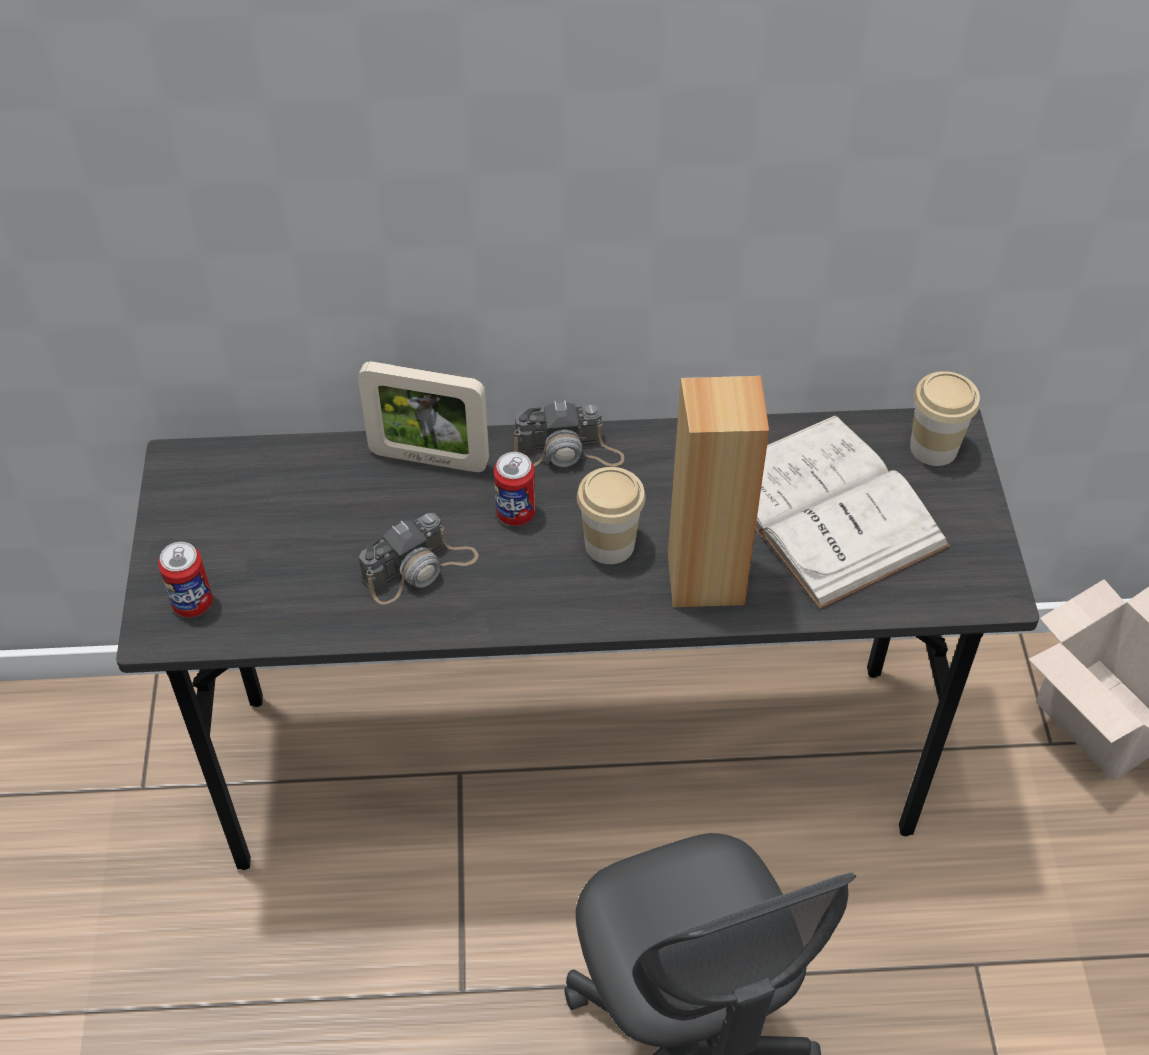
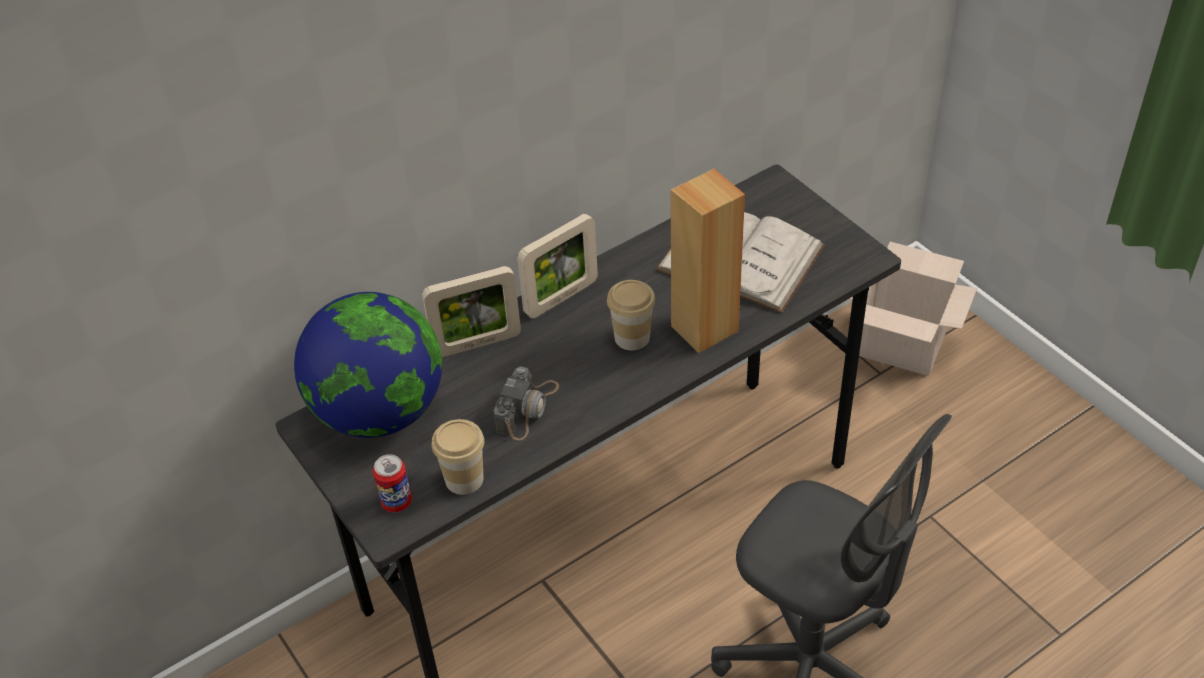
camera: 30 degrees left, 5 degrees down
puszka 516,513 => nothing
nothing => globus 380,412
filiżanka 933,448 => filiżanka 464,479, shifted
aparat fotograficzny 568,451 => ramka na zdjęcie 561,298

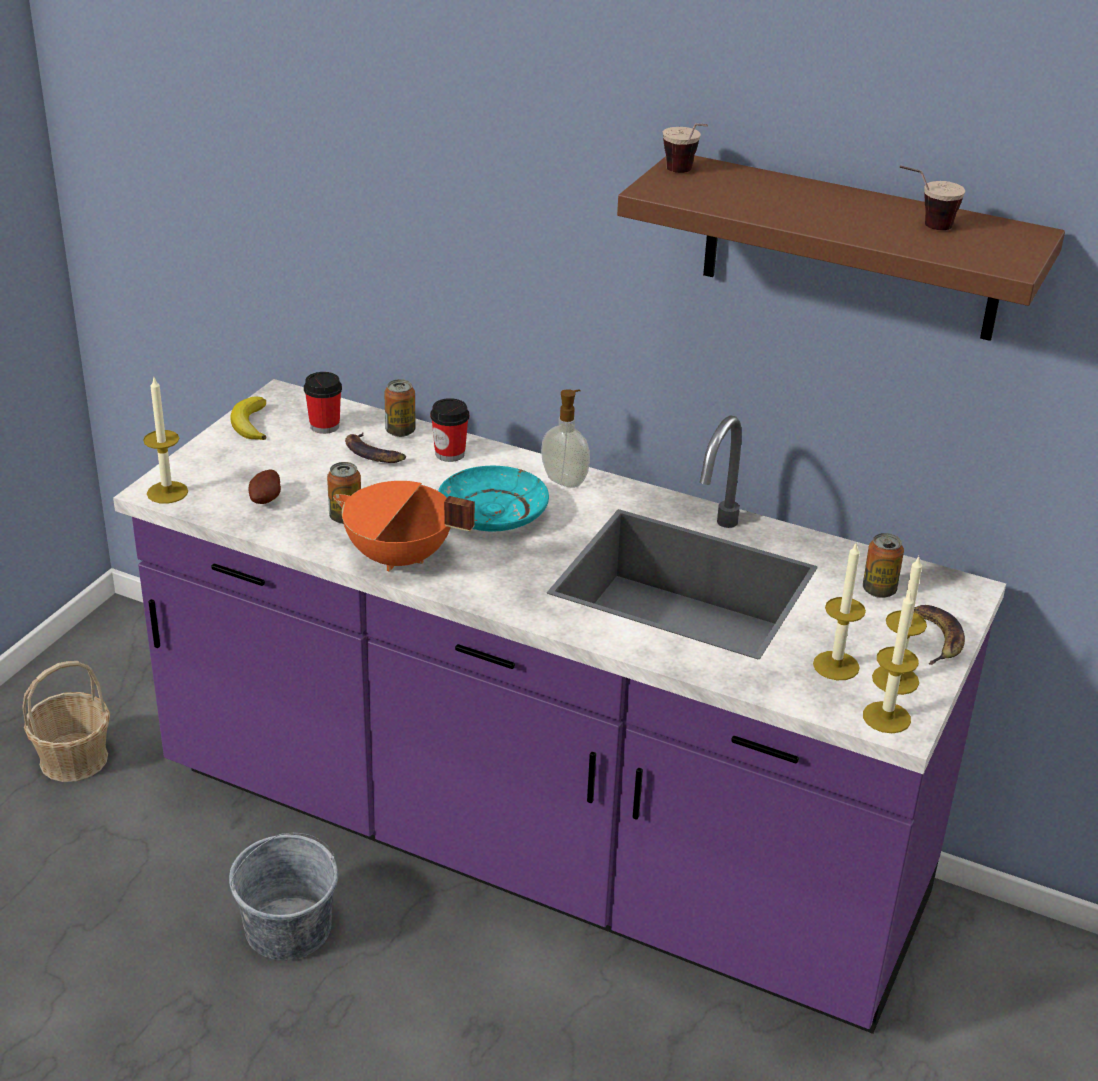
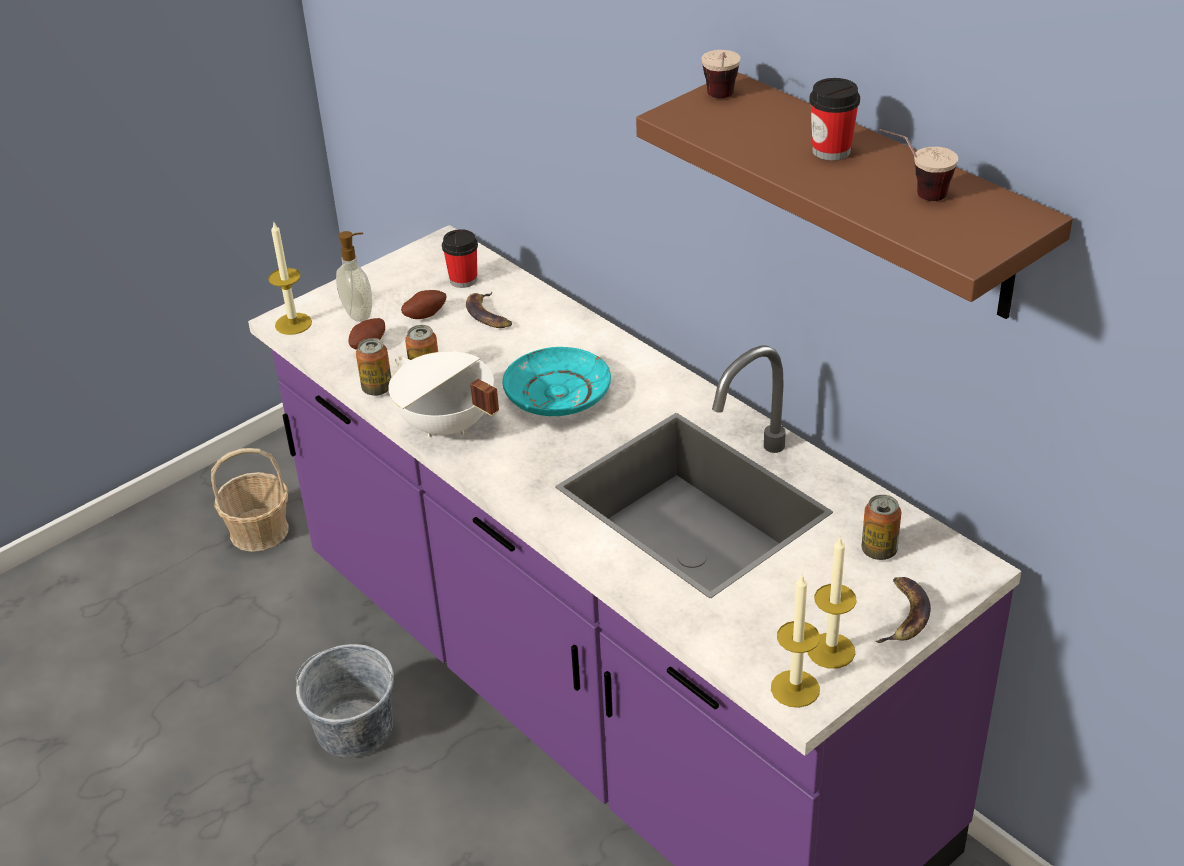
camera: 25 degrees right, 5 degrees up
banan 250,424 => nothing
świeca 836,666 => nothing
nothing => ziemniak 424,314
puszka 400,431 => puszka 377,388, shifted
filiżanka 450,454 => filiżanka 831,151, shifted
dozownik mydła 565,480 => dozownik mydła 359,313, shifted
garnek (pomarańczowy) 398,558 => garnek (biały) 445,426

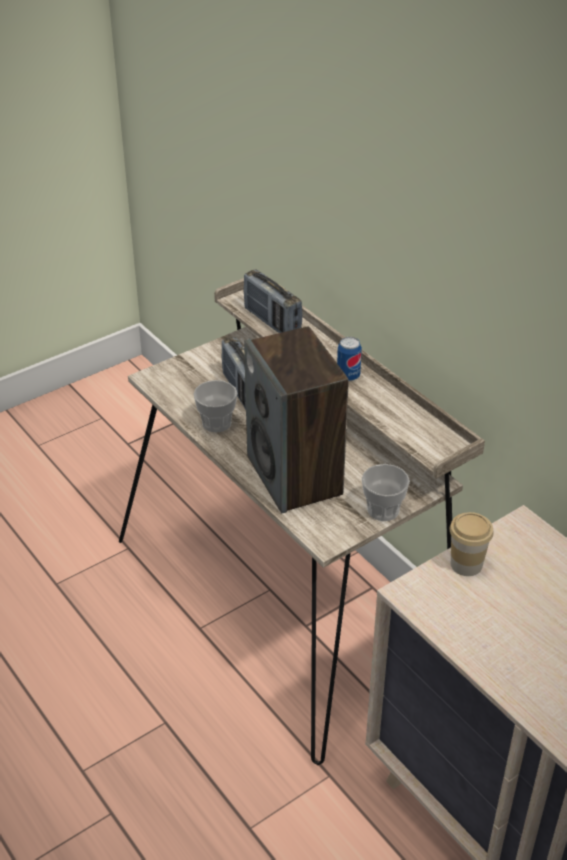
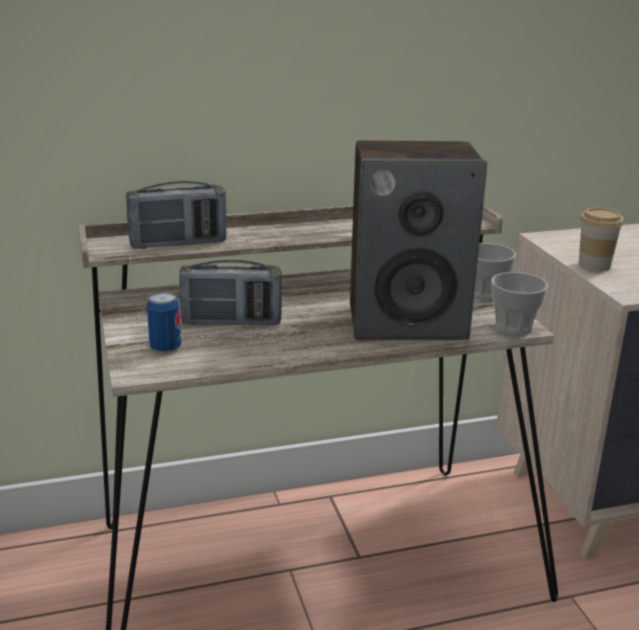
camera: 70 degrees left, 15 degrees down
filiżanka 216,423 => filiżanka 513,327, shifted
puszka 348,376 => puszka 165,348, shifted

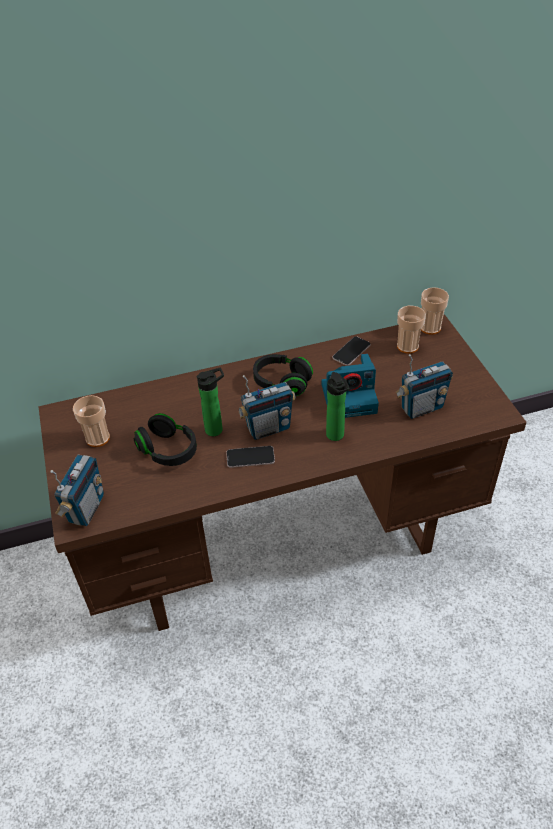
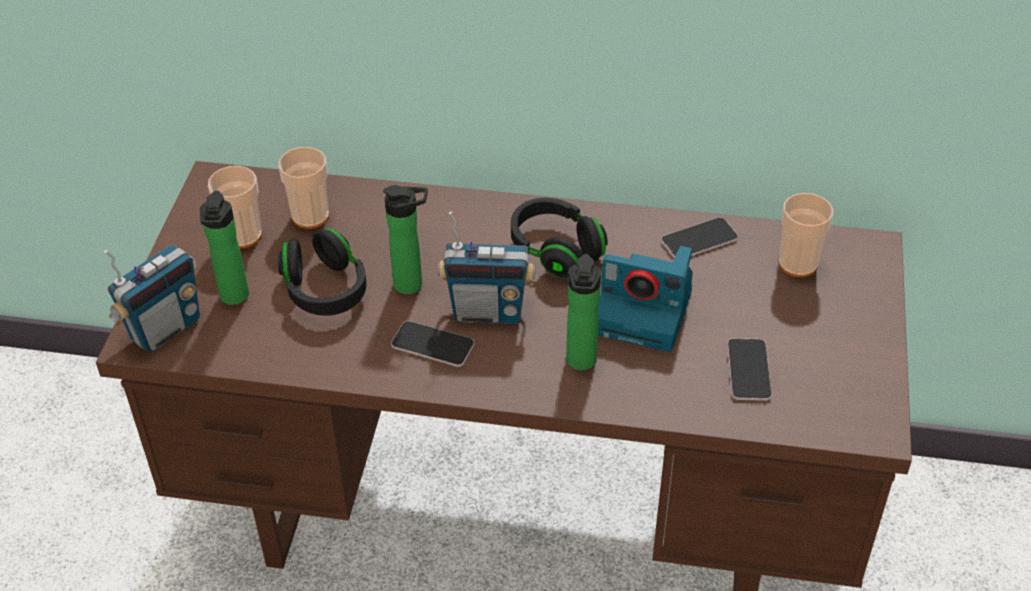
camera: 25 degrees right, 0 degrees up
nothing => butelka 233,298
filiżanka 430,328 => filiżanka 310,216, shifted
radio 421,408 => telefon 748,370

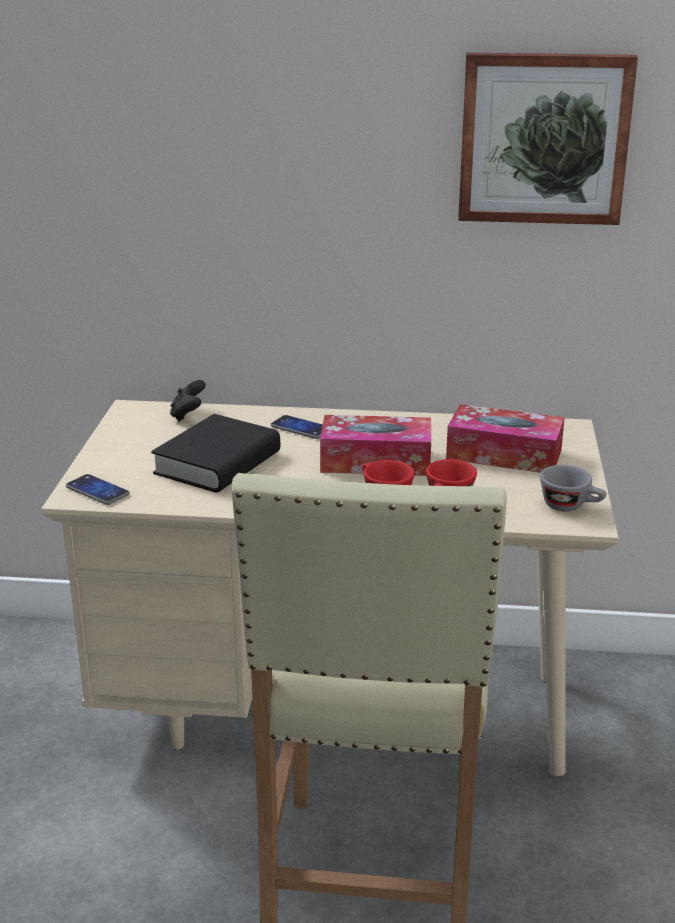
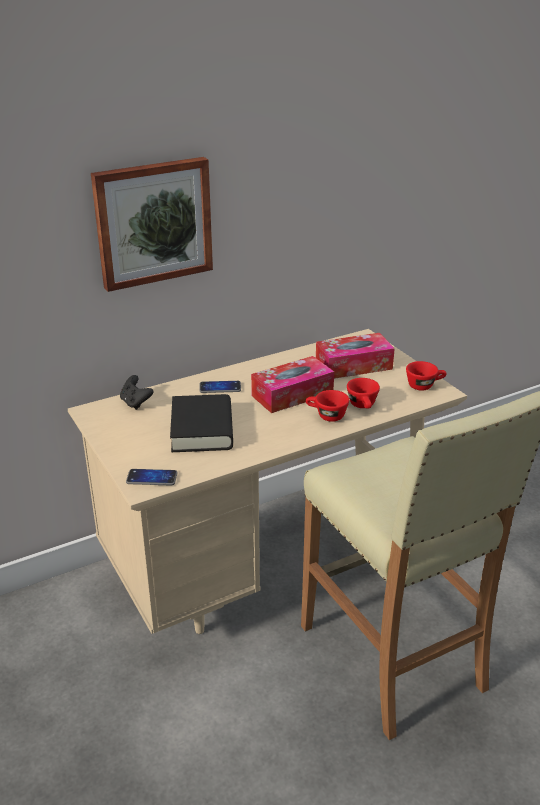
camera: 35 degrees left, 5 degrees up
obraz 543,138 => obraz 153,222, shifted
filiżanka (szary) 571,506 => filiżanka (czerwony) 424,385

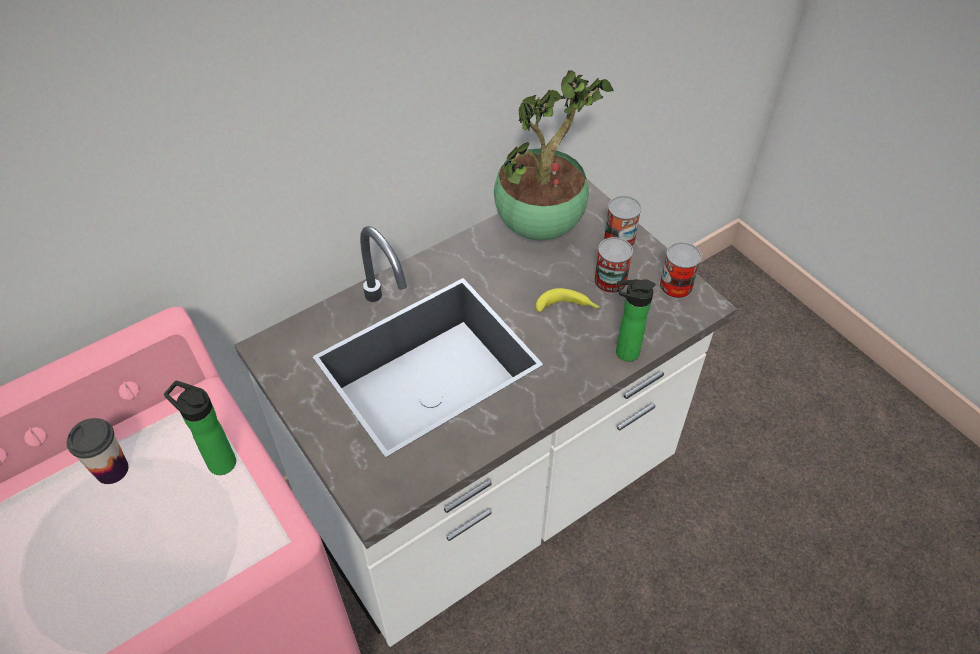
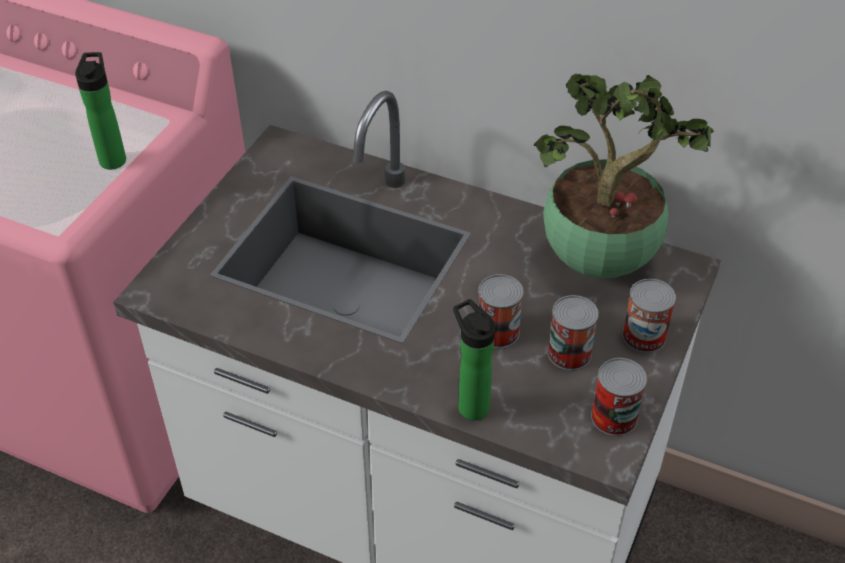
camera: 60 degrees right, 5 degrees down
filiżanka 112,470 => nothing
banan 567,308 => puszka 497,331

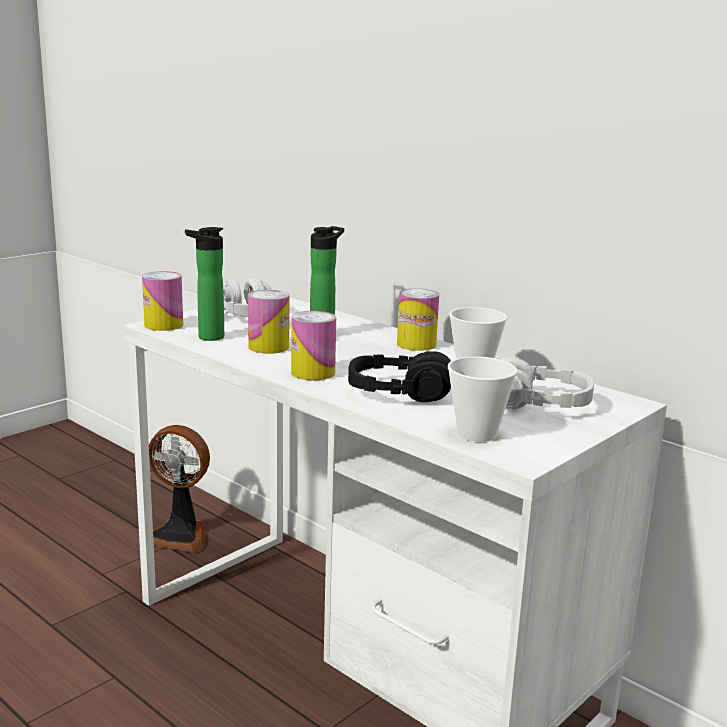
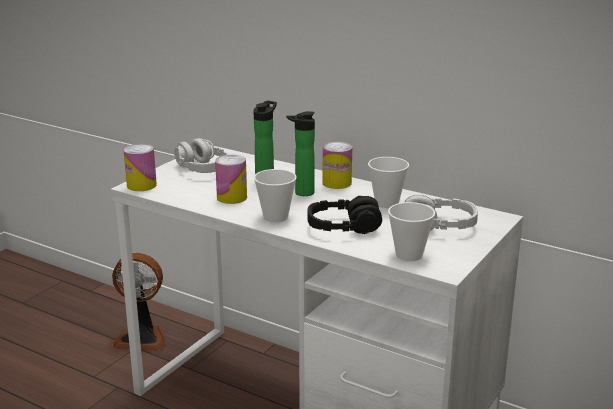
camera: 10 degrees left, 5 degrees up
butelka 207,337 => butelka 301,193, shifted
puszka 313,373 => filiżanka 275,217

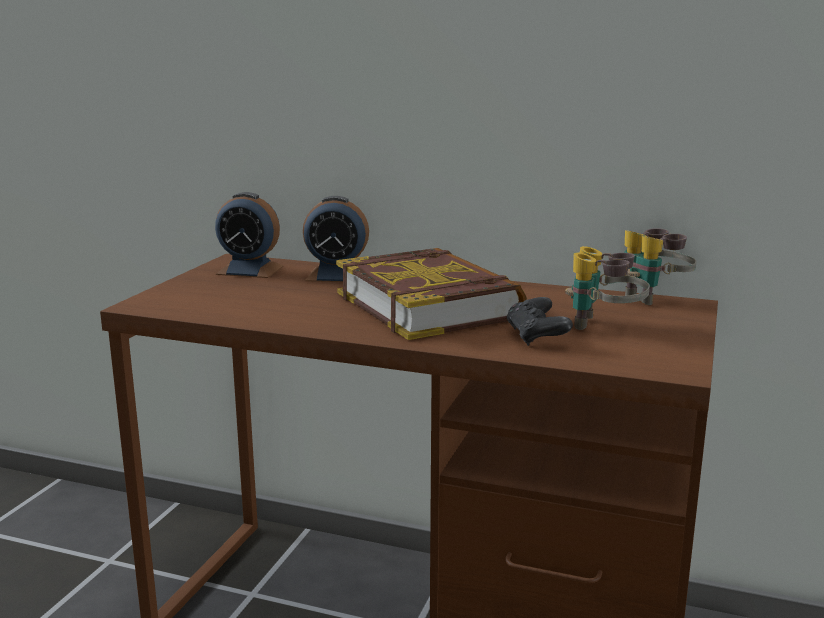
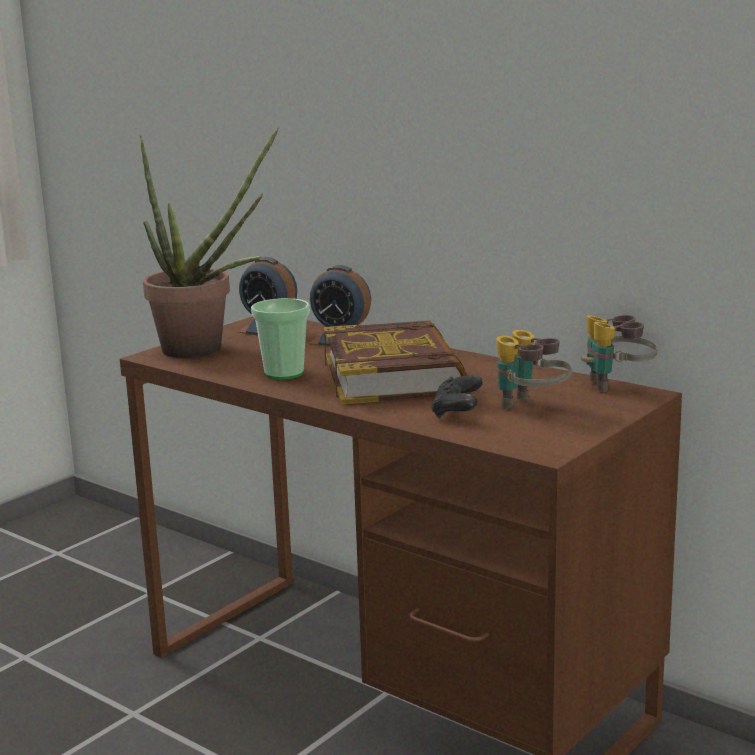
camera: 20 degrees right, 0 degrees up
nothing => roślina doniczkowa 205,350
nothing => filiżanka 284,373

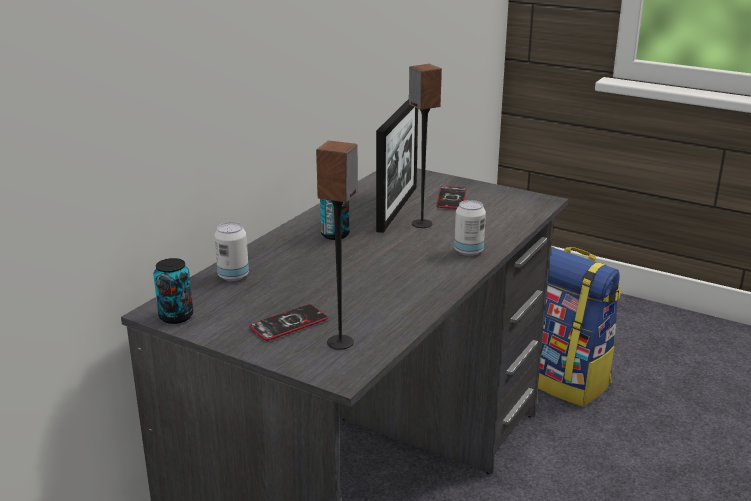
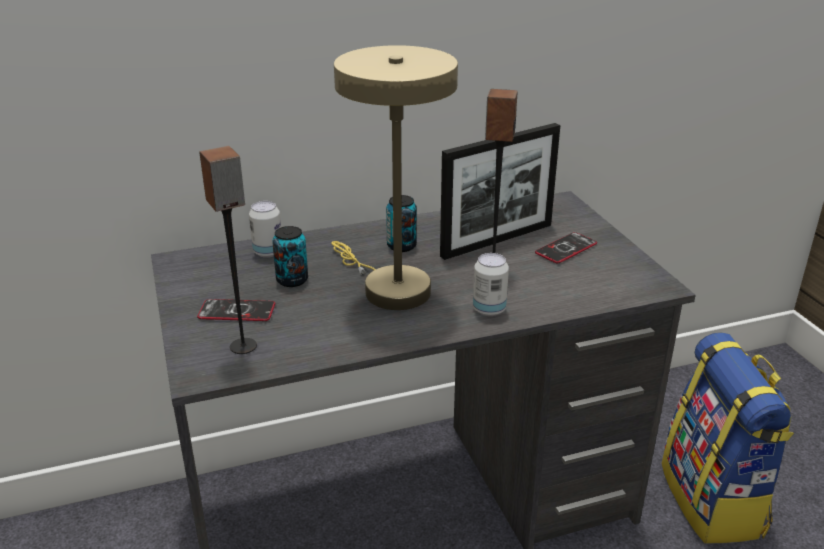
camera: 40 degrees right, 5 degrees up
nothing => lampa stołowa (beżowy) 389,287
puszka 176,316 => puszka 292,280, shifted

